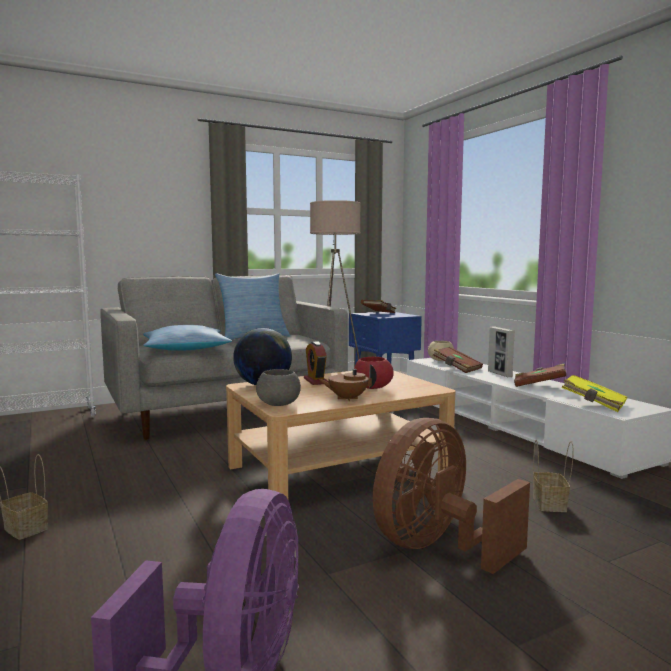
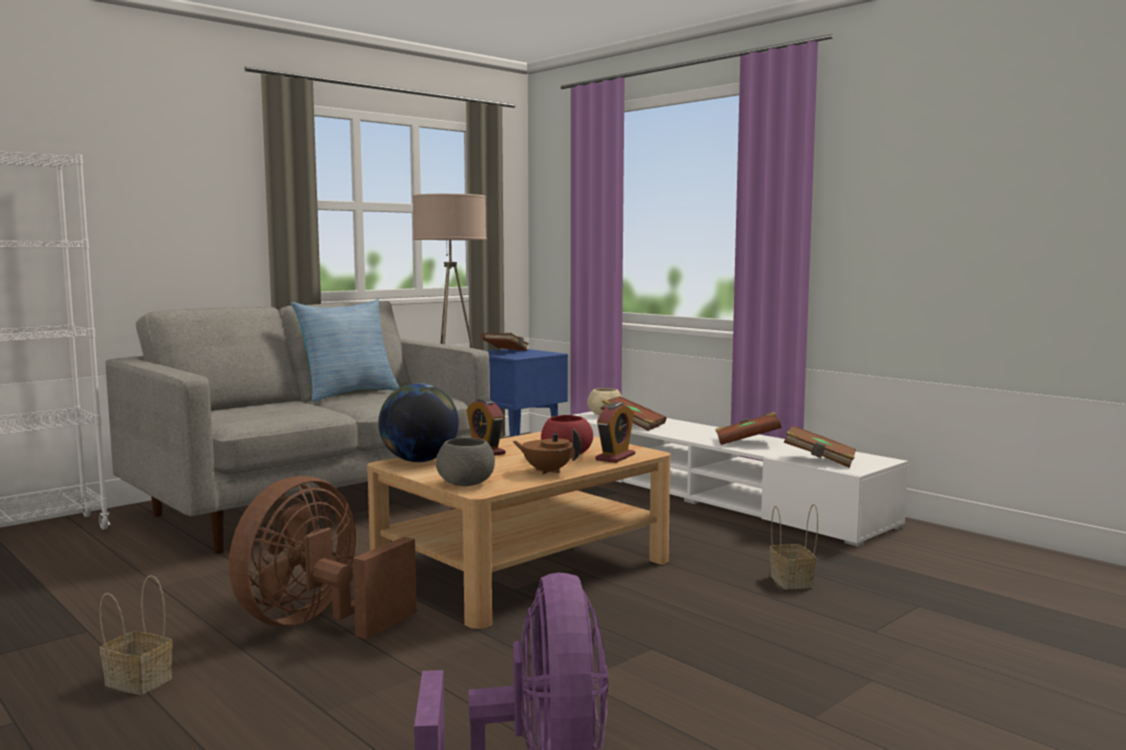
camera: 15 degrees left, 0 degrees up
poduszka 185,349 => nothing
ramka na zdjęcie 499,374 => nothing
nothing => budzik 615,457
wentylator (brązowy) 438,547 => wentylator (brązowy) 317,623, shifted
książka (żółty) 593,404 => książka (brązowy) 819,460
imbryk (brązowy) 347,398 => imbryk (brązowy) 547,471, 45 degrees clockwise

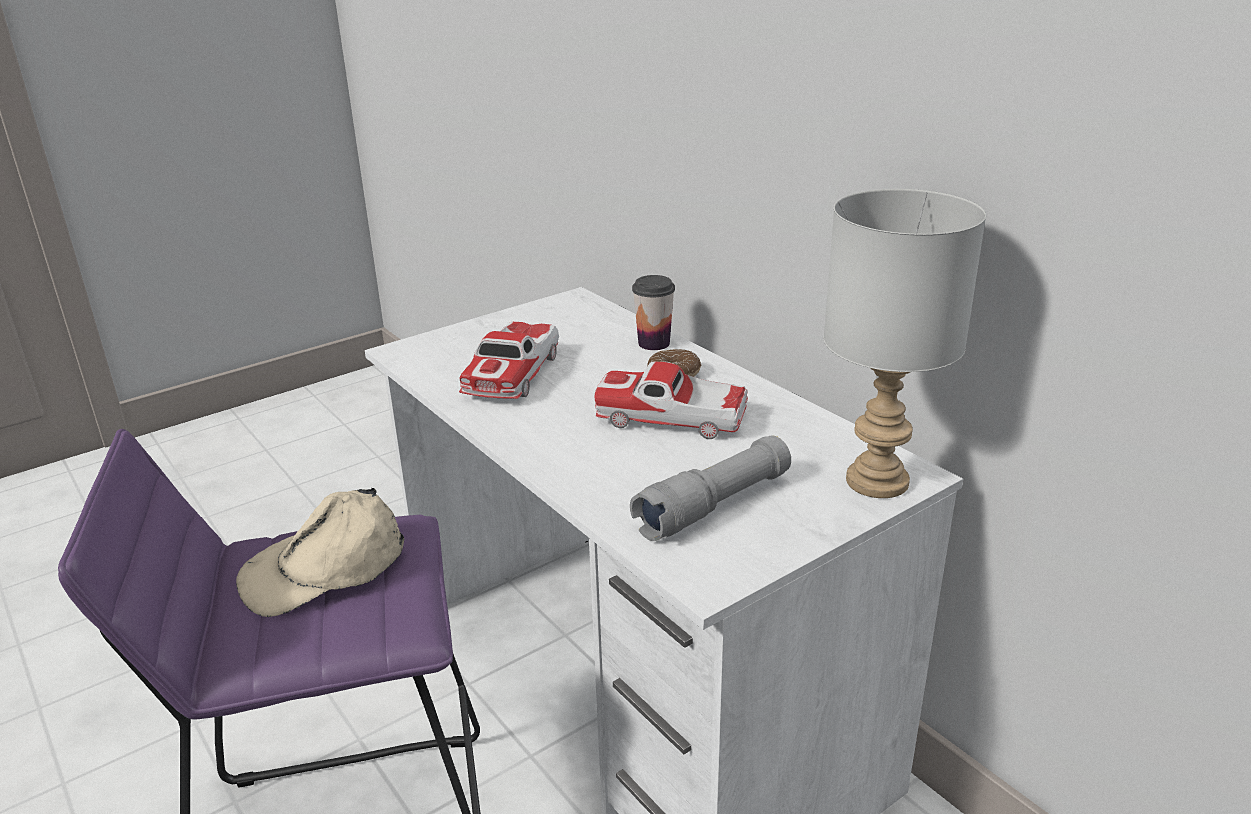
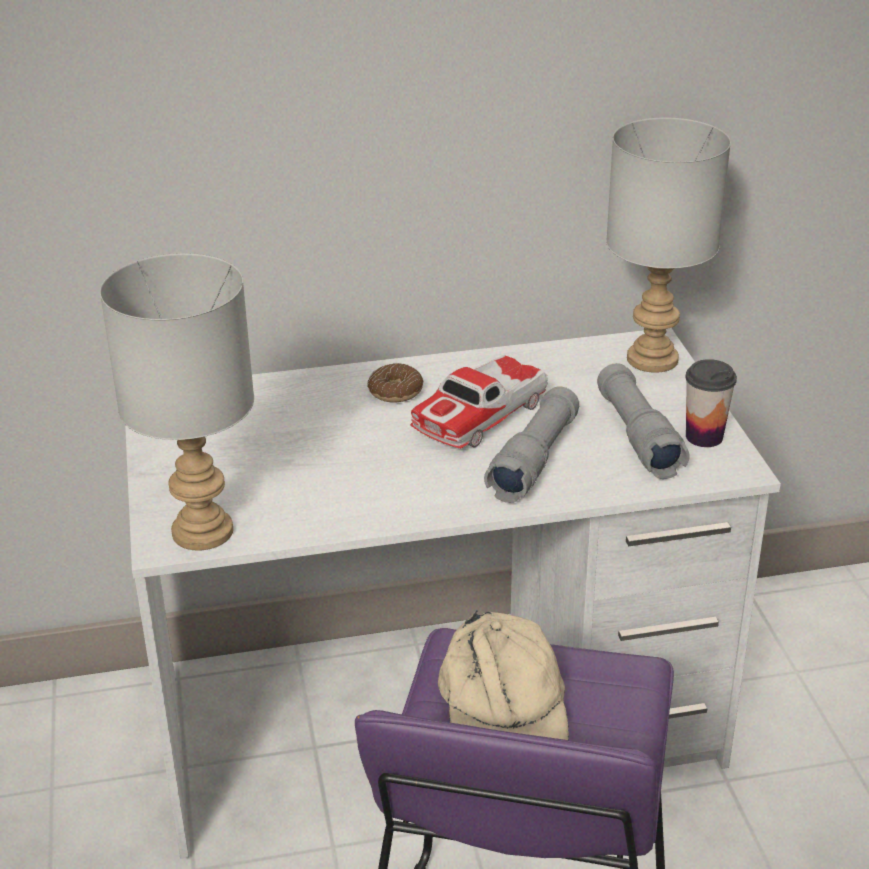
camera: 65 degrees left, 5 degrees up
samochodzik 512,374 => nothing
nothing => lampa stołowa (szary) 200,532
nothing => latarka (szary) 534,460
filiżanka 654,343 => filiżanka 704,437, shifted

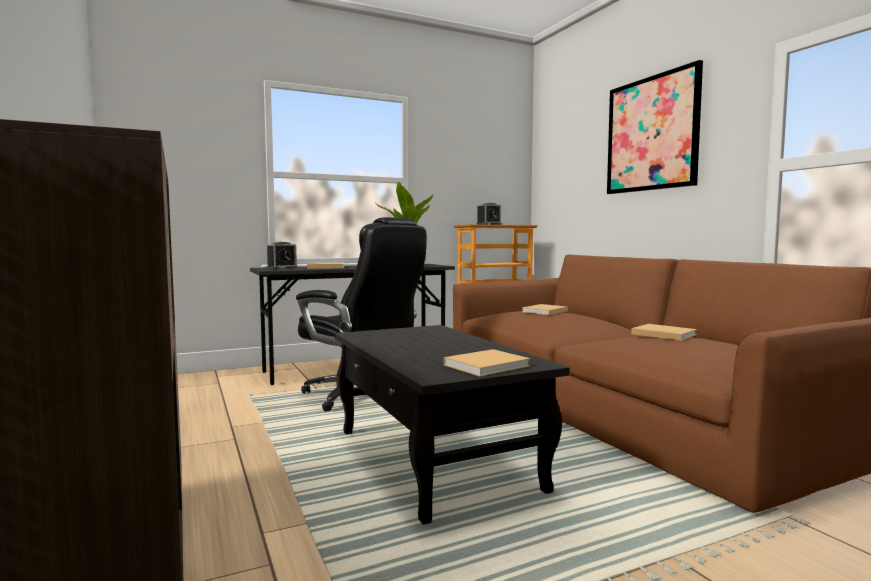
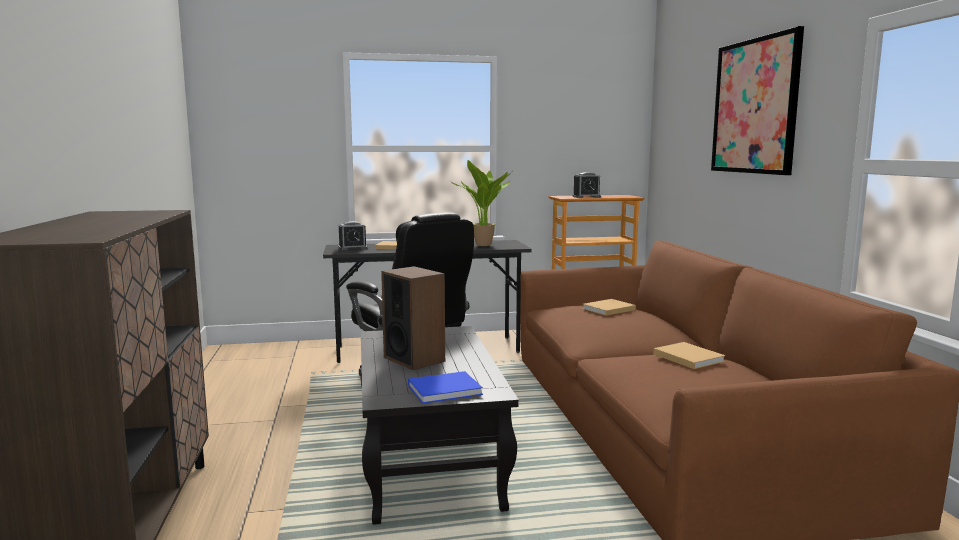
camera: 15 degrees right, 5 degrees up
nothing => głośnik 414,359
książka (beżowy) 488,365 => książka (niebieski) 446,389

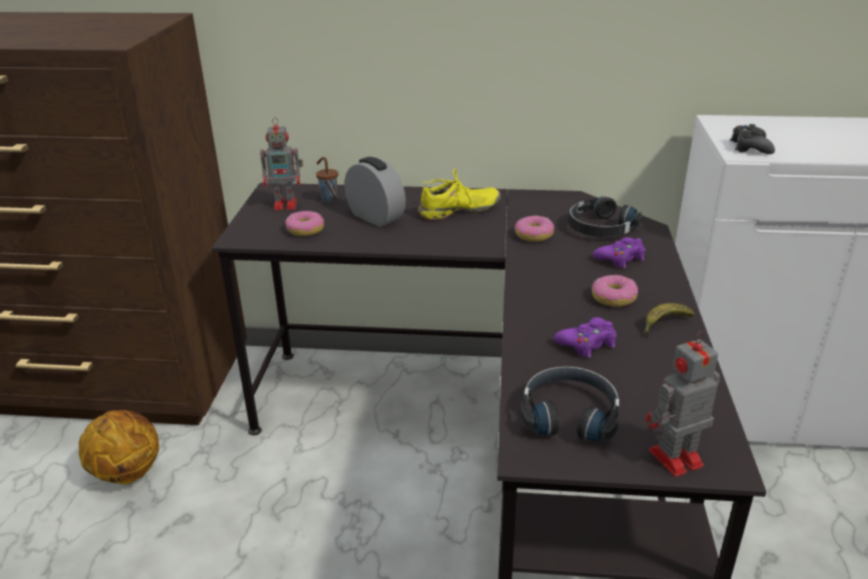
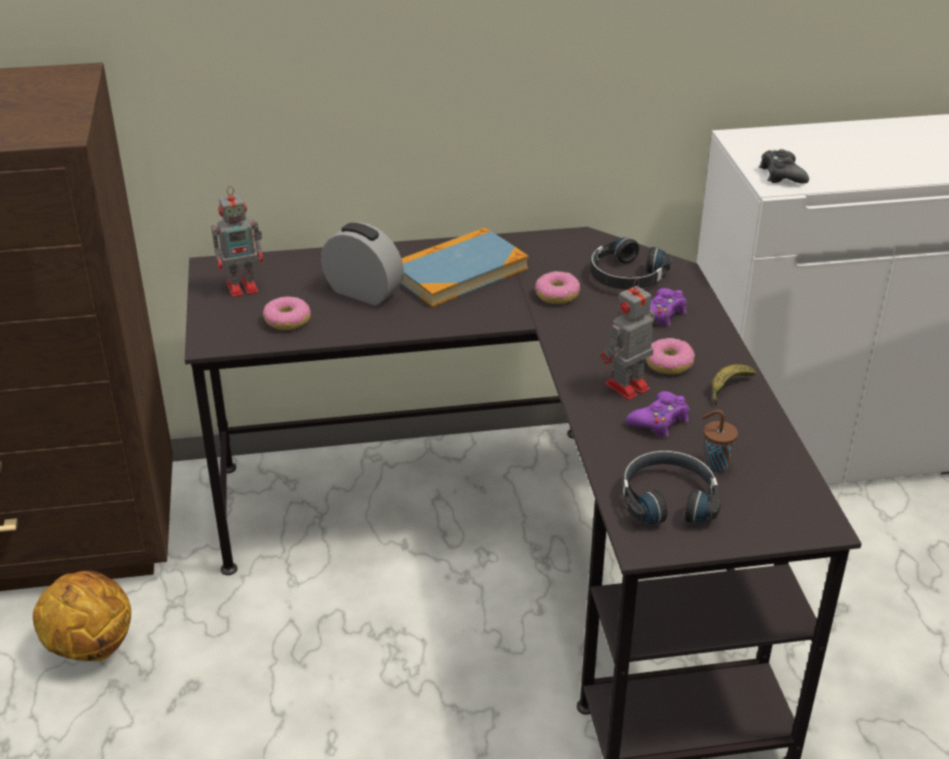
camera: 15 degrees left, 5 degrees up
filiżanka (brązowy) 328,199 => filiżanka (brązowy) 714,465, shifted
robot zabawkowy 673,459 => robot zabawkowy 625,387, shifted
but (żółty) 459,211 => książka 459,272

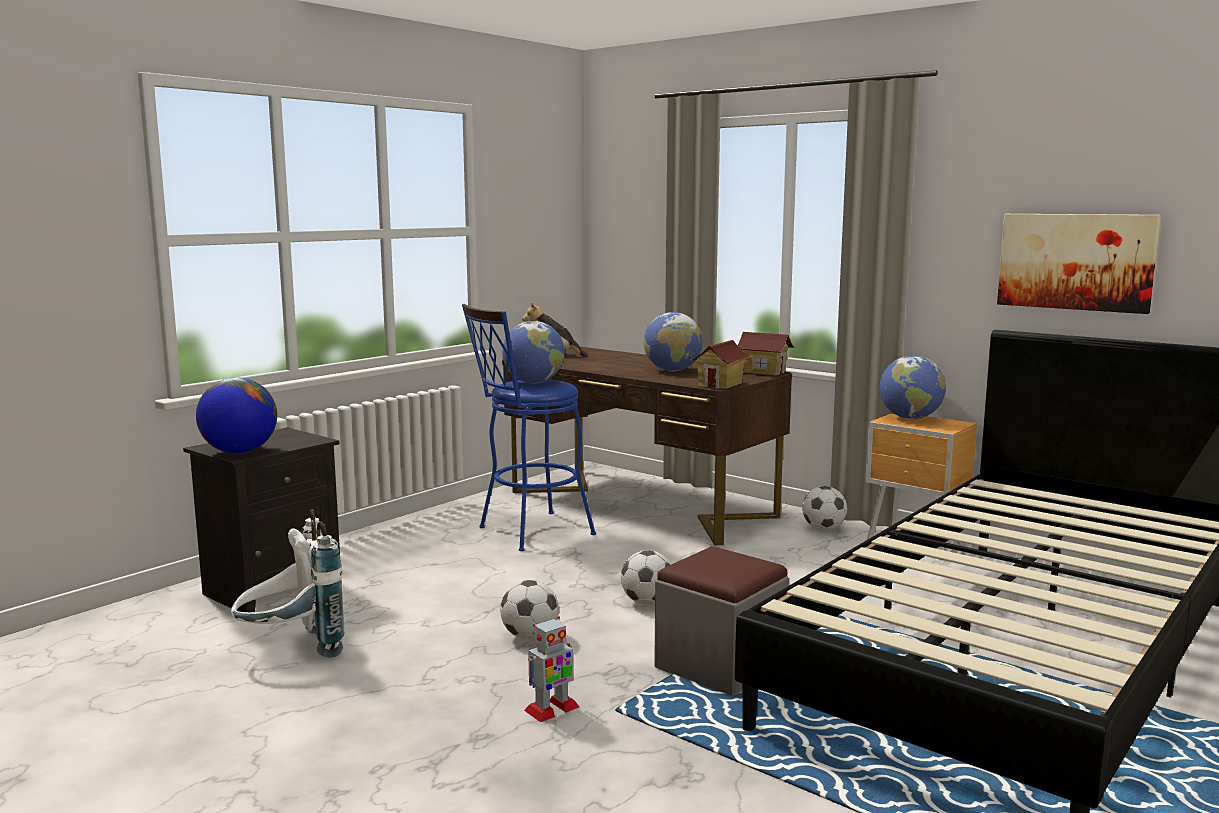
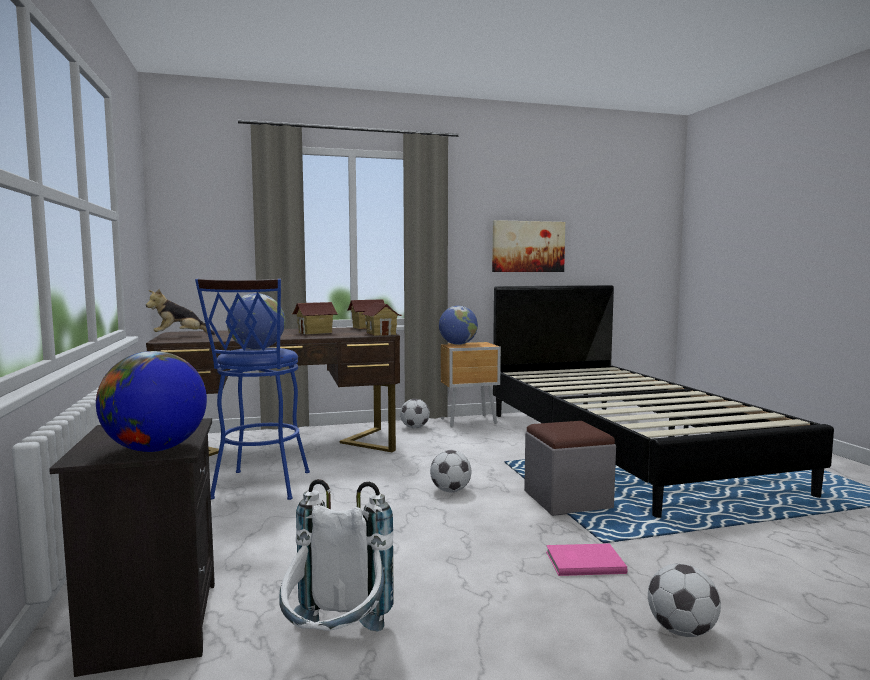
camera: 55 degrees left, 5 degrees down
piłka futbolowa 530,636 => piłka futbolowa 681,631, shifted
robot zabawkowy 551,709 => książka (różowy) 583,561
globus 672,371 => domek 315,333

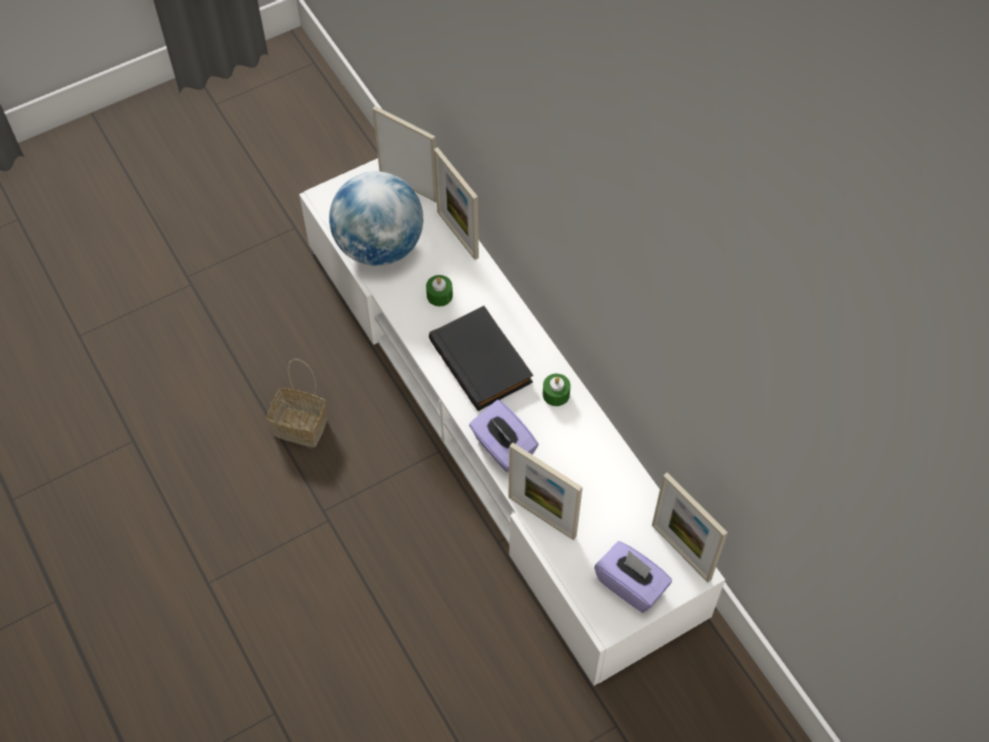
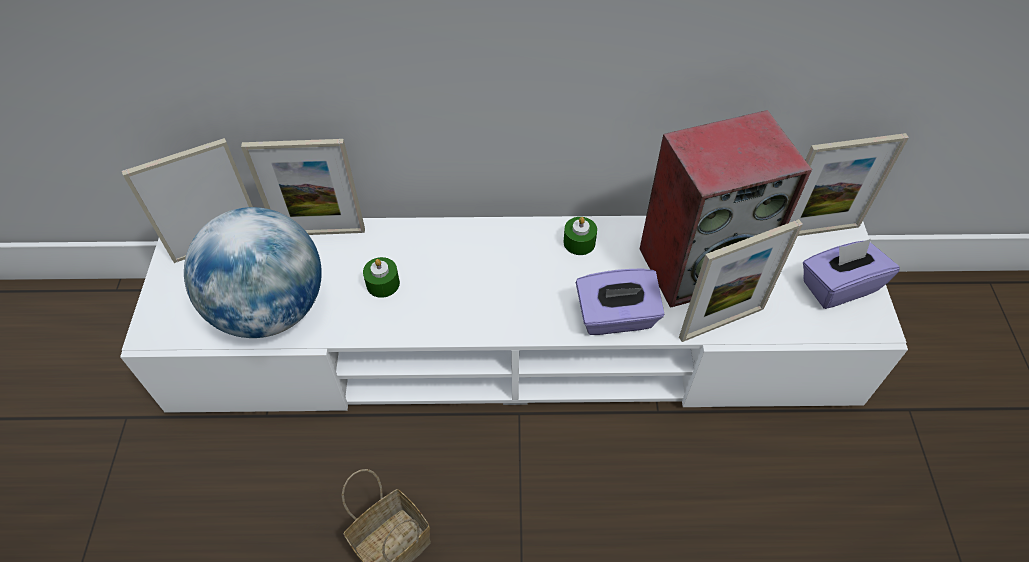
camera: 60 degrees left, 5 degrees down
książka (czarny) 483,361 => nothing
nothing => głośnik 700,263

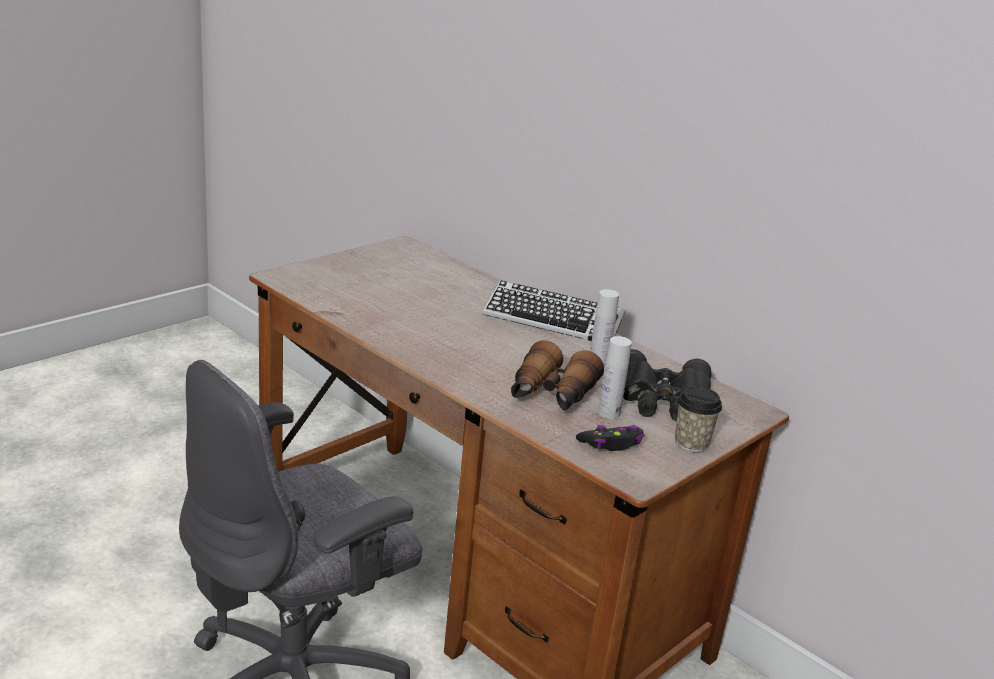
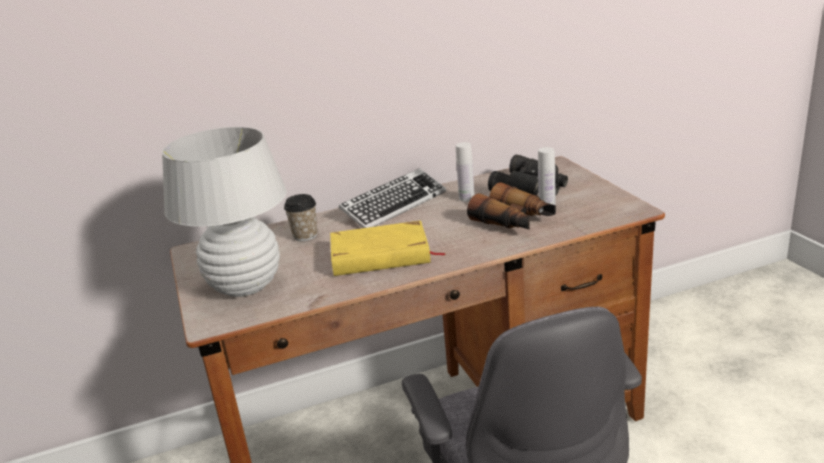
camera: 60 degrees left, 0 degrees up
pad do gier (czarny) 611,444 => nothing
nothing => lampa stołowa (biały) 245,286
nothing => książka (żółty) 380,255
filiżanka 691,443 => filiżanka 305,236, shifted

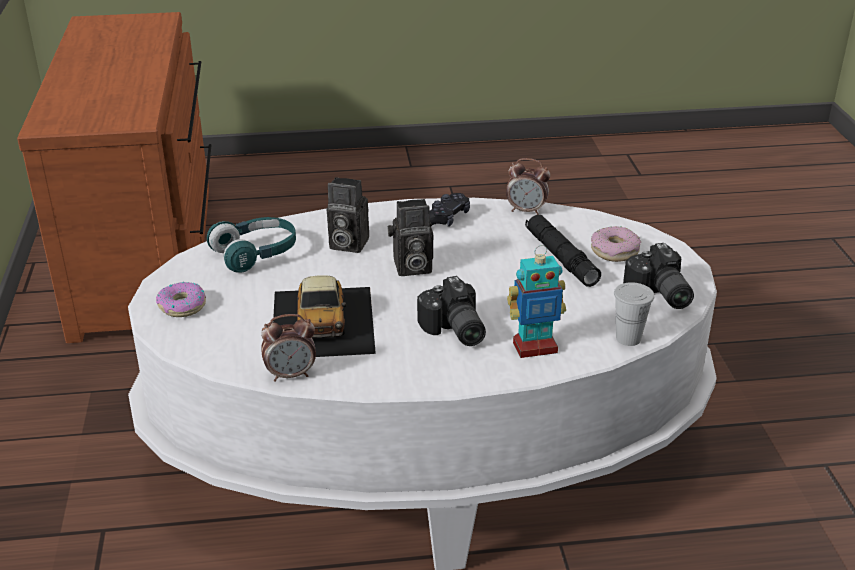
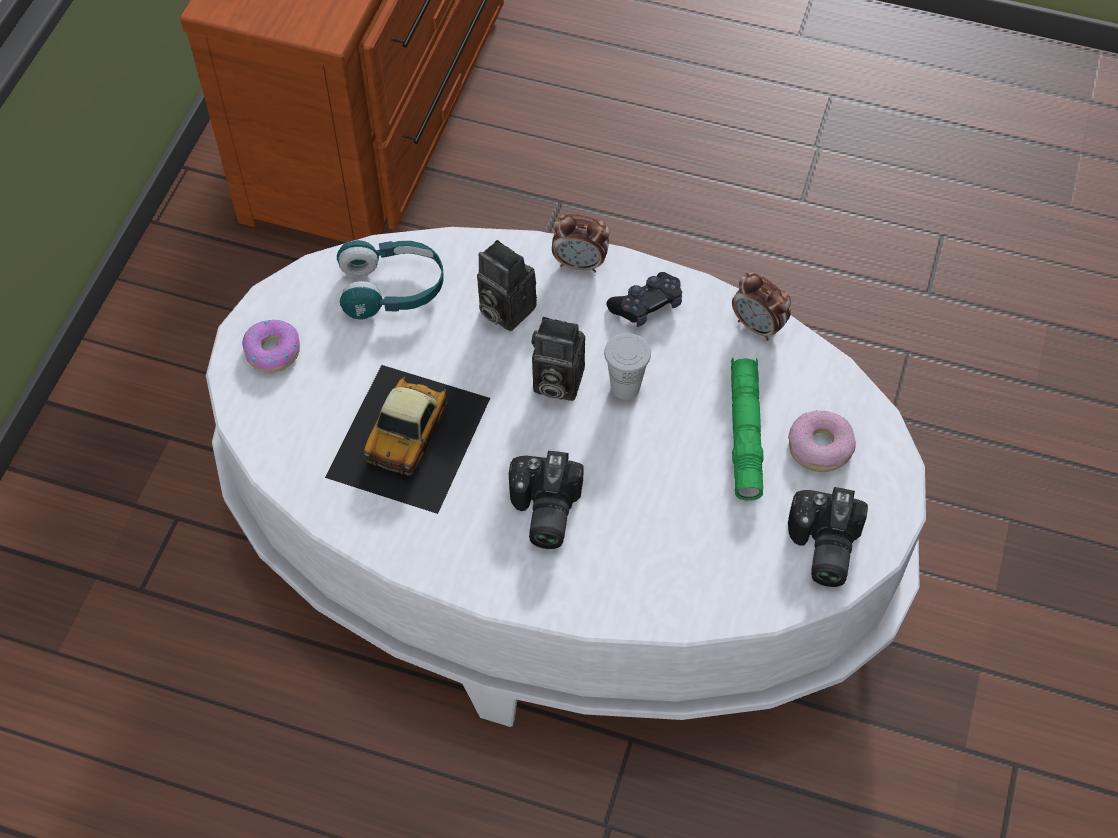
camera: 25 degrees right, 25 degrees up
robot zabawkowy 534,347 => nothing
budzik 291,374 => budzik 580,264, shifted
filiżanka (biały) 628,338 => filiżanka (biały) 625,387, shifted
latarka (czarny) 561,258 => latarka (zielony) 745,433

